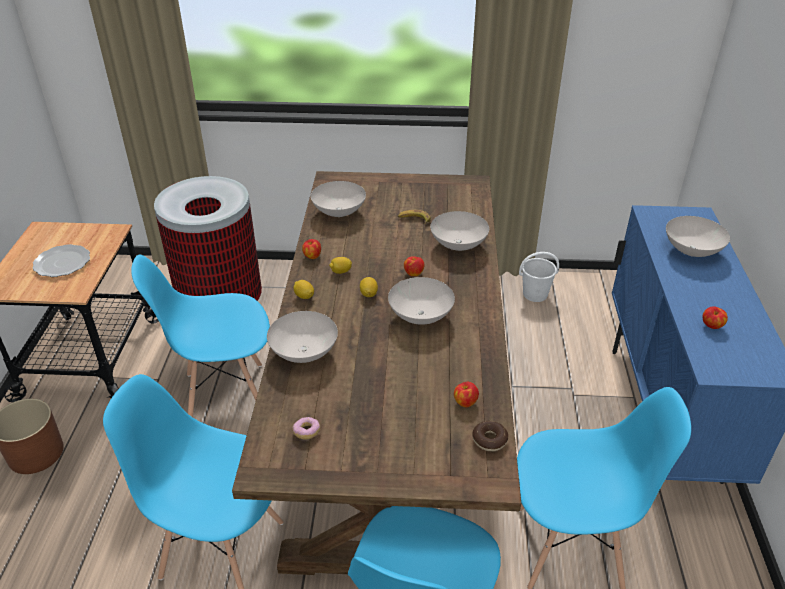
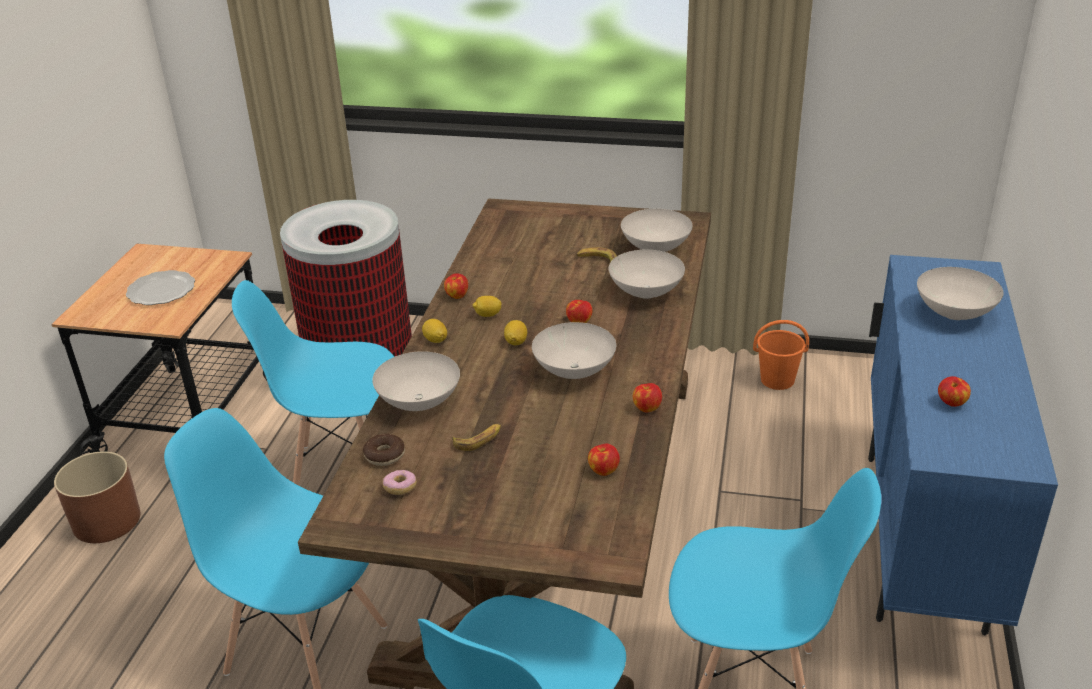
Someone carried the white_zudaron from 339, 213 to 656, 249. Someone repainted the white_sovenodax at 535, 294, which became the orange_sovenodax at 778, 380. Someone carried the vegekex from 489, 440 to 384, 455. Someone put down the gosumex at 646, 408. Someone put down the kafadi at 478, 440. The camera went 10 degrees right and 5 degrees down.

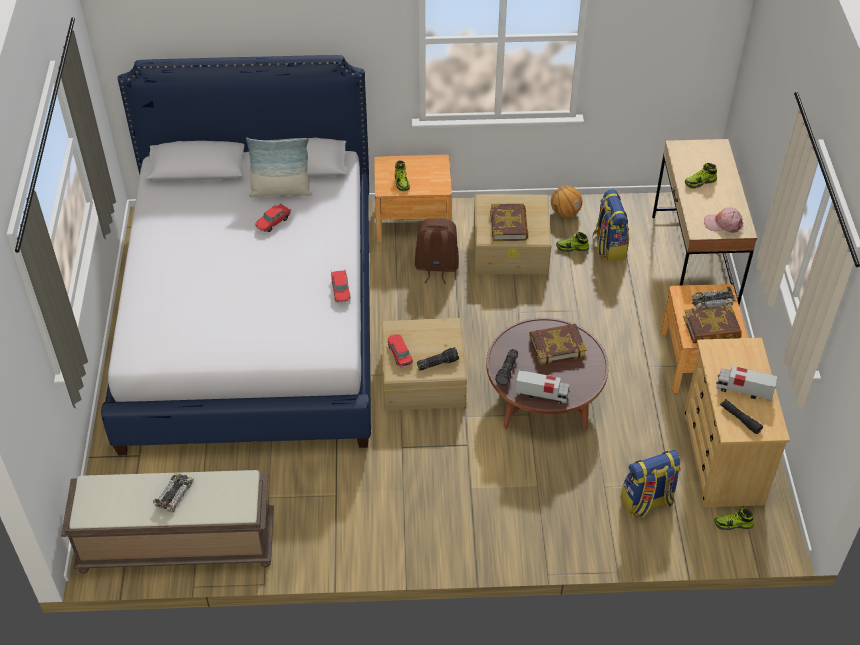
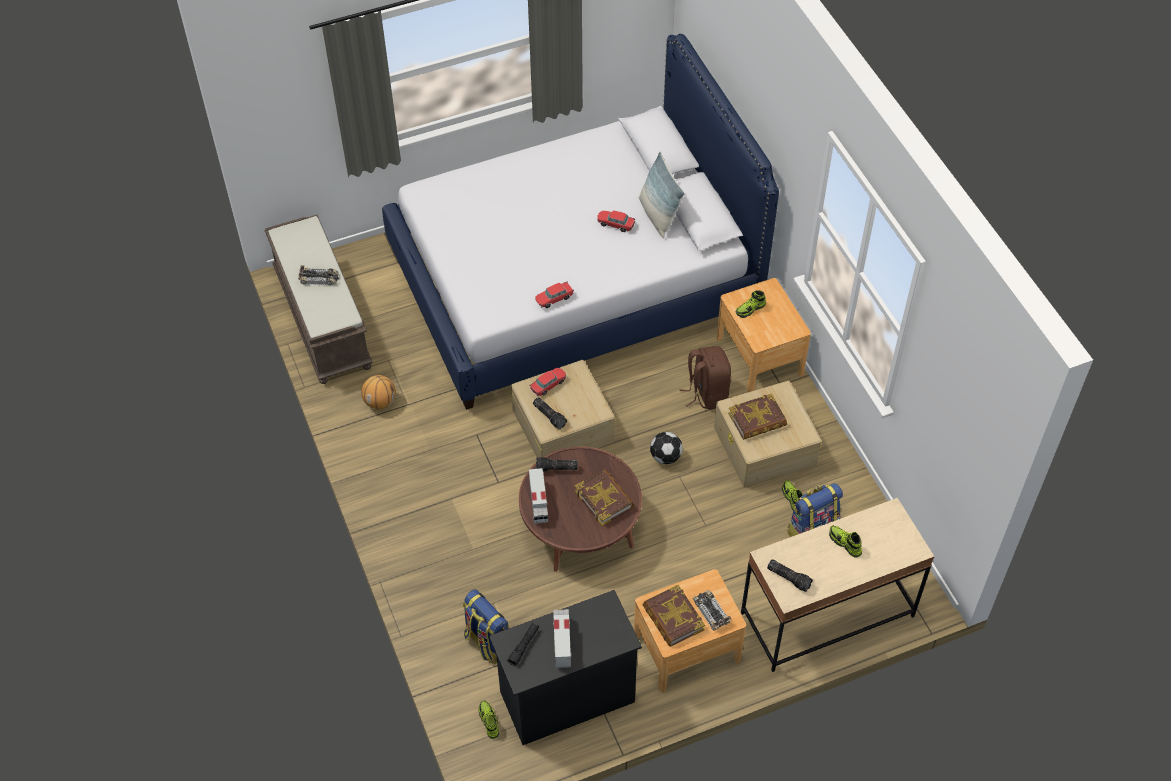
Someone carried the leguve from 565, 213 to 380, 402. Someone swapped the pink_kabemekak at 723, 223 for the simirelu at 789, 577. Someone repainted the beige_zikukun at 722, 458, which became the black_zikukun at 566, 697. Someone put down the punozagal at 665, 457. The camera went 70 degrees right and 5 degrees up.

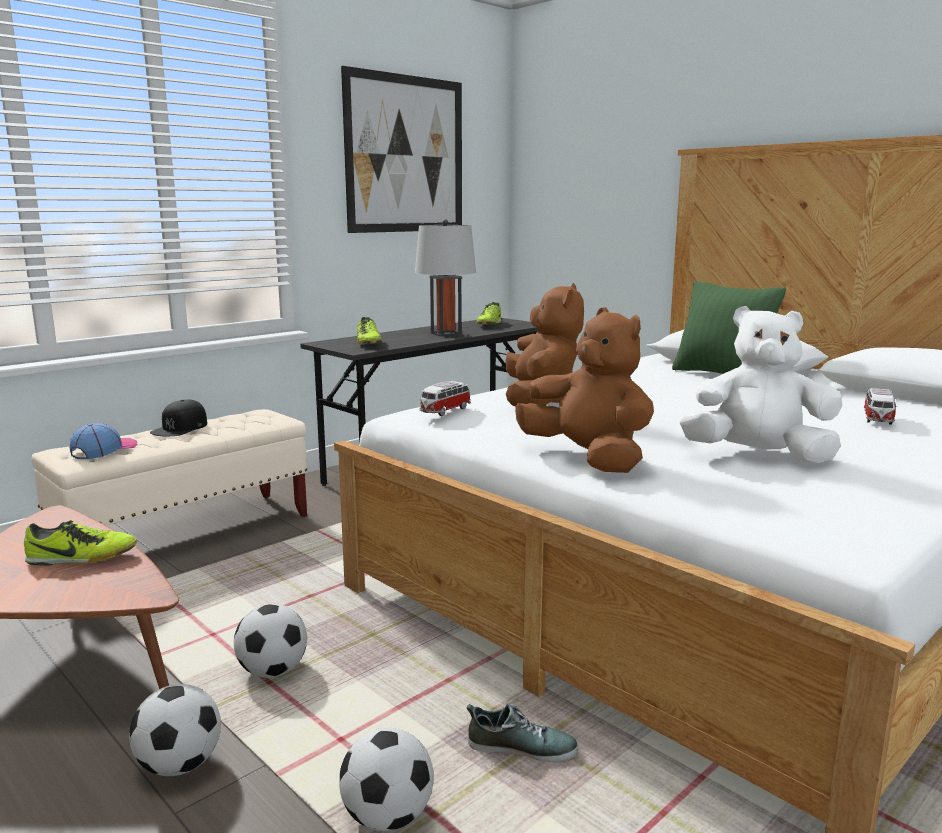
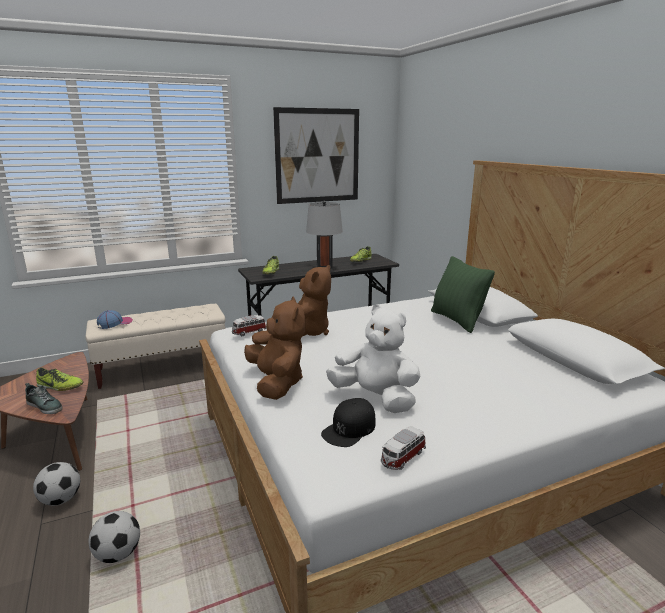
Someone carried the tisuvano from 878, 419 to 402, 458. Someone carried the black_kabemekak from 180, 428 to 349, 429. Someone took away the punozagal at 273, 671. Someone carried the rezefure from 521, 748 to 45, 406. The camera went 20 degrees right and 5 degrees up.

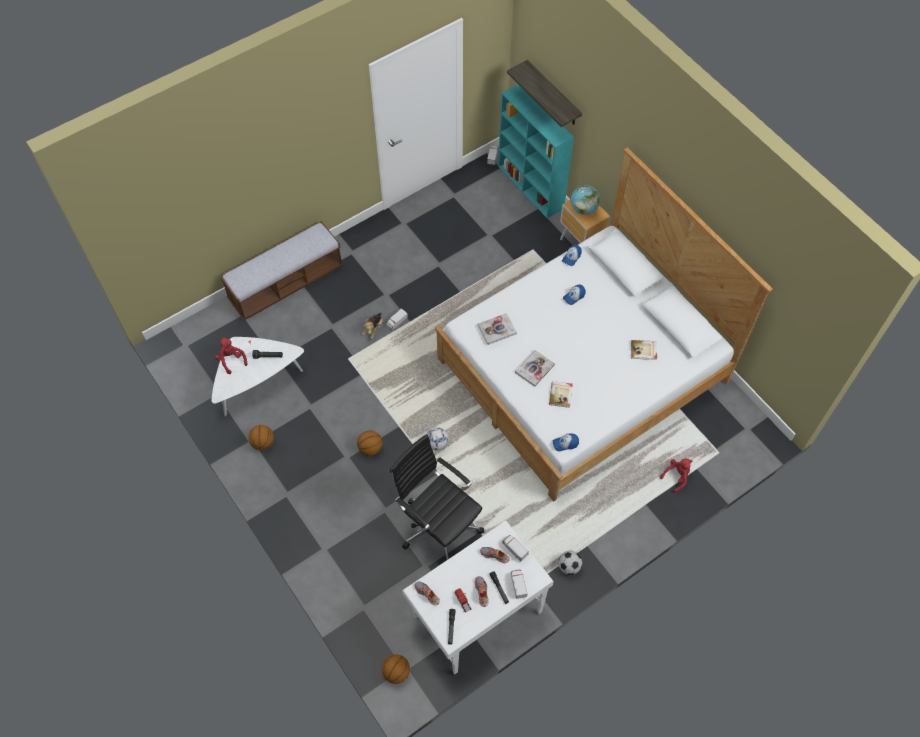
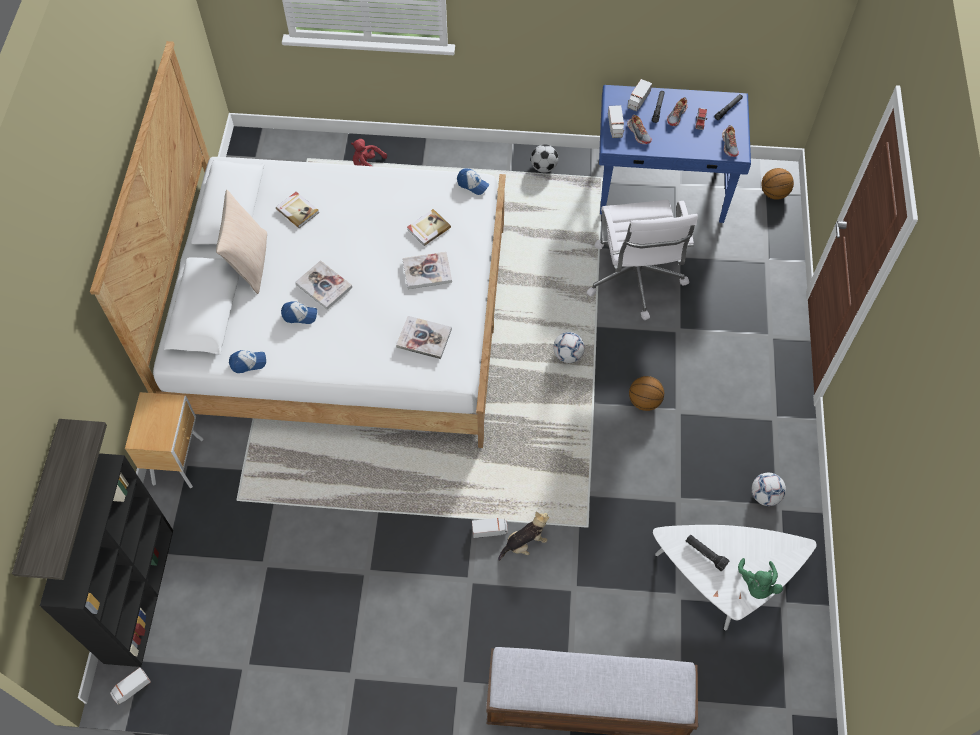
Someone repainted the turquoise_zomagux at 531, 187, which became the black_zomagux at 139, 593. Someone took away the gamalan at 583, 209. Someone repainted the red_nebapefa at 231, 360, which became the green_nebapefa at 757, 584. Someone swapped the leguve at 263, 442 for the punozagal at 765, 495. Someone repainted the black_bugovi at 438, 525, which became the white_bugovi at 635, 279. Someone repainted the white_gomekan at 476, 614, which became the blue_gomekan at 662, 188. Someone put down the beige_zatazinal at 249, 262. Someone put down the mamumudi at 324, 286. The camera went 140 degrees left and 0 degrees up.

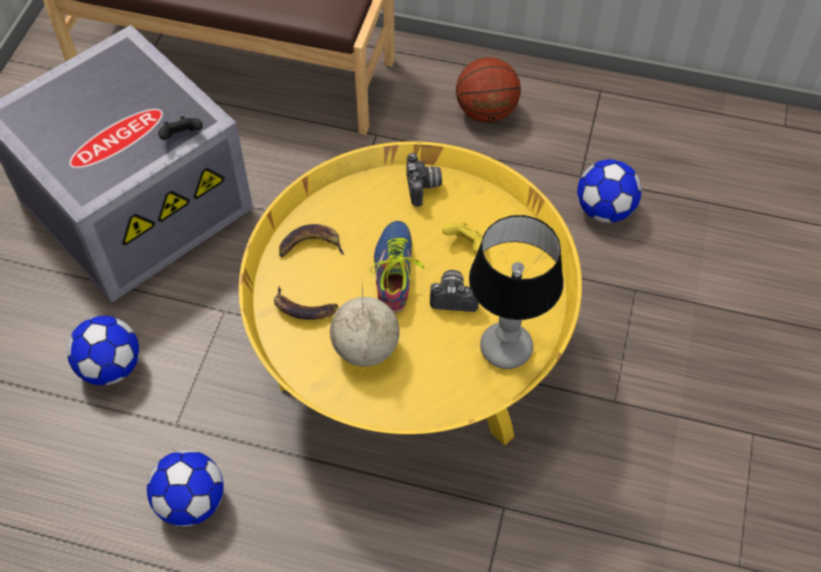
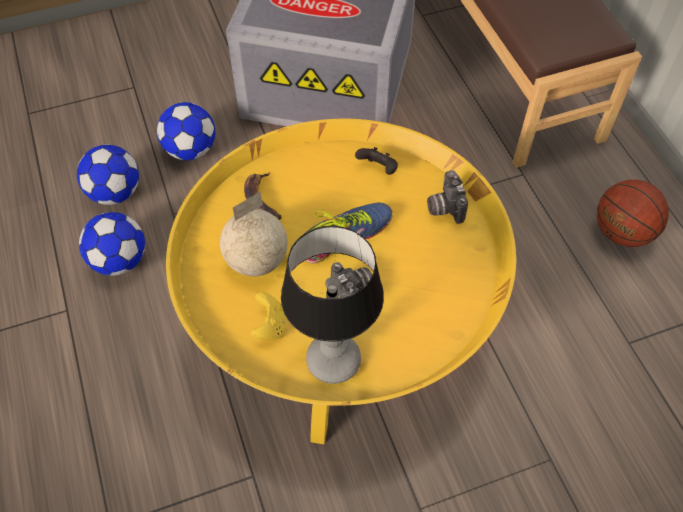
Someone carried the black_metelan from 182, 137 to 378, 169. Someone rotated the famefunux at 424, 187 by 120 degrees clockwise. Someone carried the punozagal from 604, 210 to 115, 193. Someone carried the yellow_metelan from 466, 245 to 270, 325. Someone took away the kafadi at 311, 245. The camera went 55 degrees right and 0 degrees up.

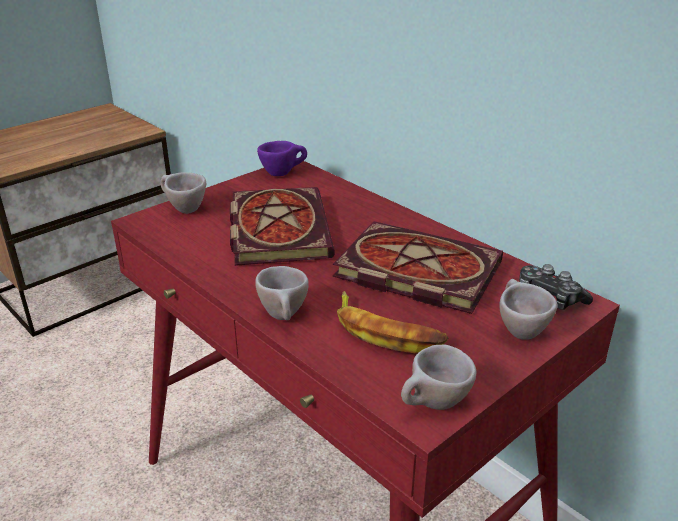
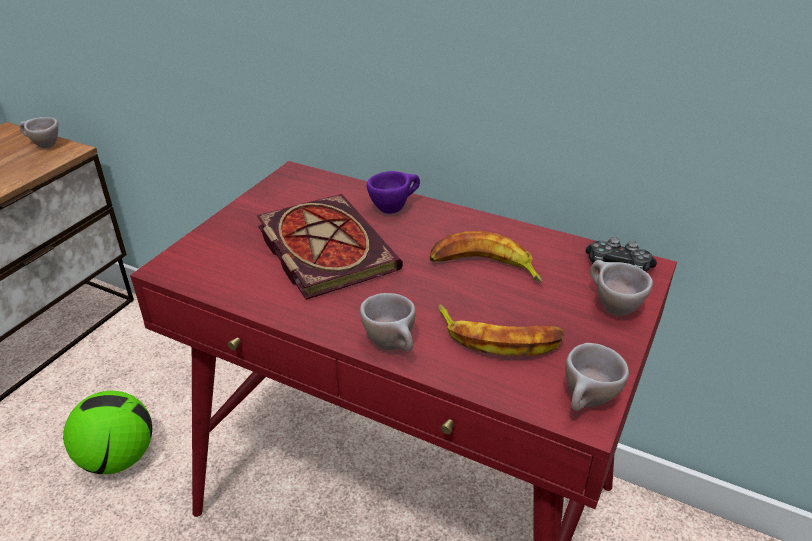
Someone carried the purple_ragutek from 283, 173 to 394, 208. Someone carried the beige_ragutek from 183, 209 to 43, 146. Someone swapped the mamumudi at 413, 271 for the kafadi at 484, 267. Someone put down the punozagal at 119, 458. The camera went 20 degrees left and 5 degrees up.

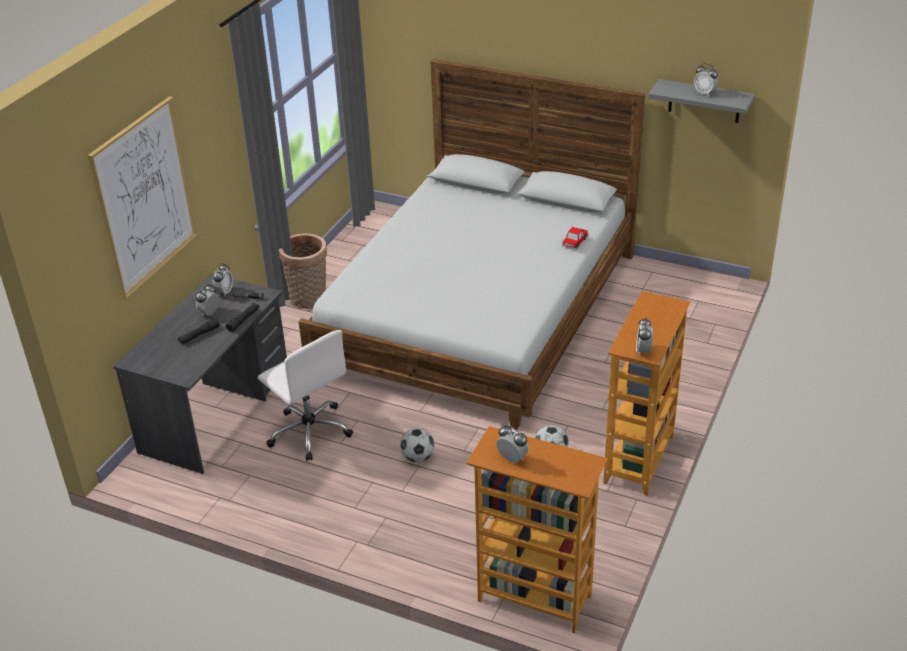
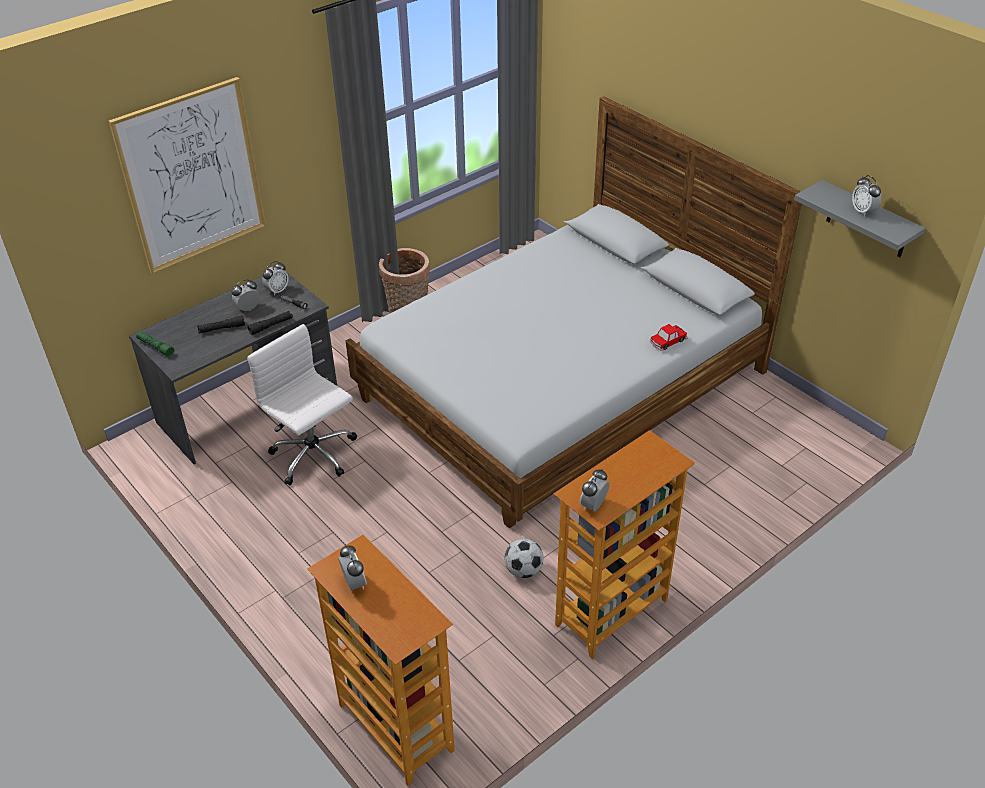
Someone rotated the white_bugovi at 309, 431 by 150 degrees clockwise. Someone took away the punozagal at 418, 457. Someone put down the green_simirelu at 156, 347. The camera went 25 degrees right and 5 degrees up.

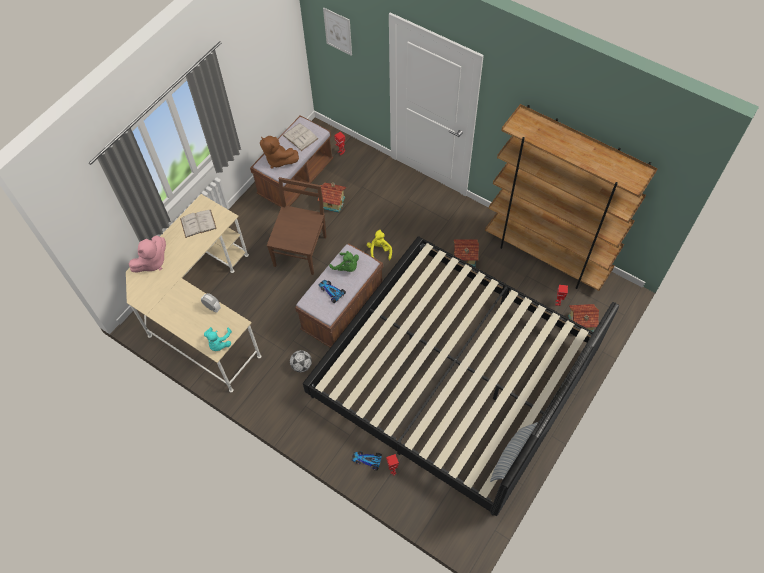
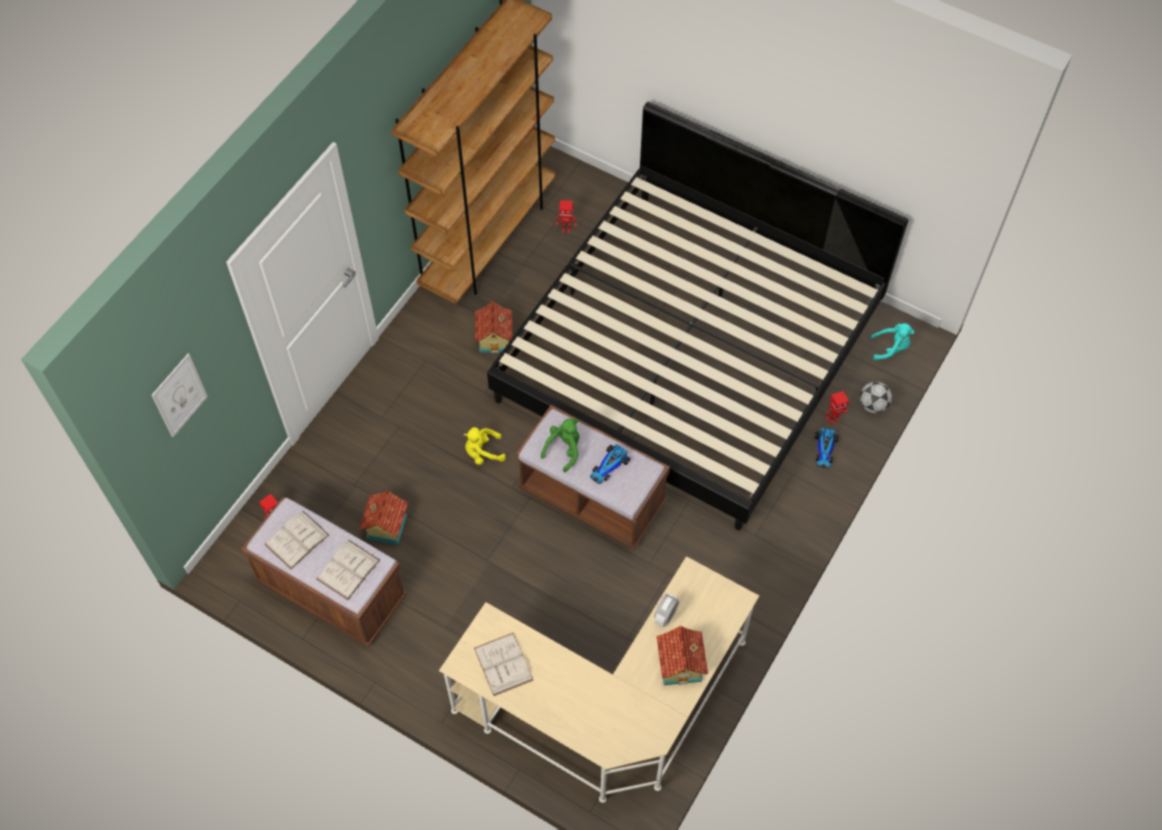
Someone swapped the brown_nebapefa at 278, 160 for the white_mamumudi at 348, 569. Someone took away the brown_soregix at 301, 250. Someone took away the pink_nebapefa at 152, 262. Someone carried the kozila from 580, 324 to 681, 664. Someone carried the turquoise_nebapefa from 219, 343 to 891, 348. Someone carried the punozagal from 301, 365 to 873, 405. Someone took away the zatazinal at 511, 457. The camera went 95 degrees left and 0 degrees up.

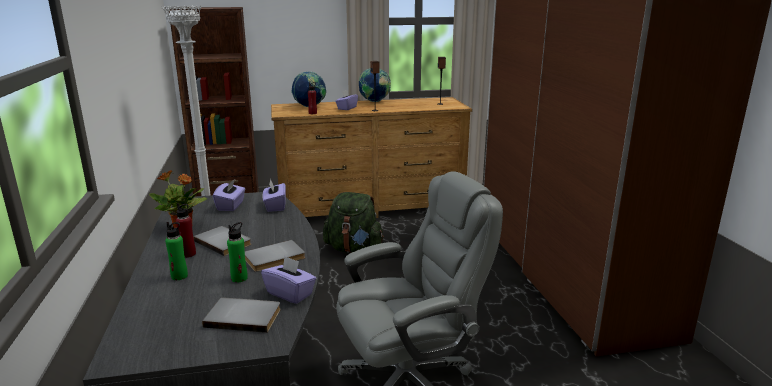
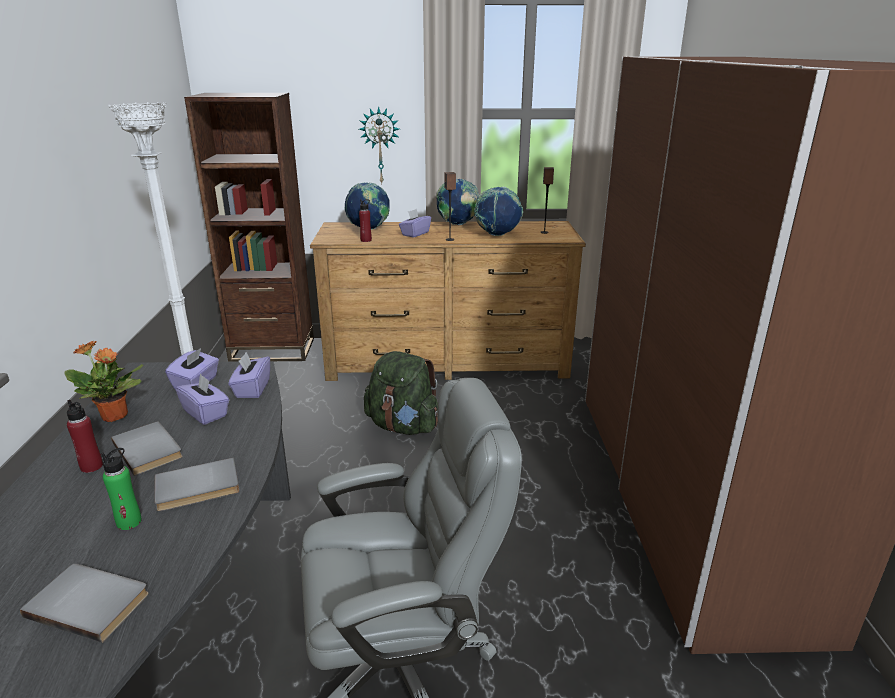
Someone took away the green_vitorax at 179, 276. Someone carried the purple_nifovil from 290, 293 to 206, 413. Someone put up the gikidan at 380, 146. Someone put down the gamalan at 497, 235. The camera went 10 degrees right and 5 degrees up.

